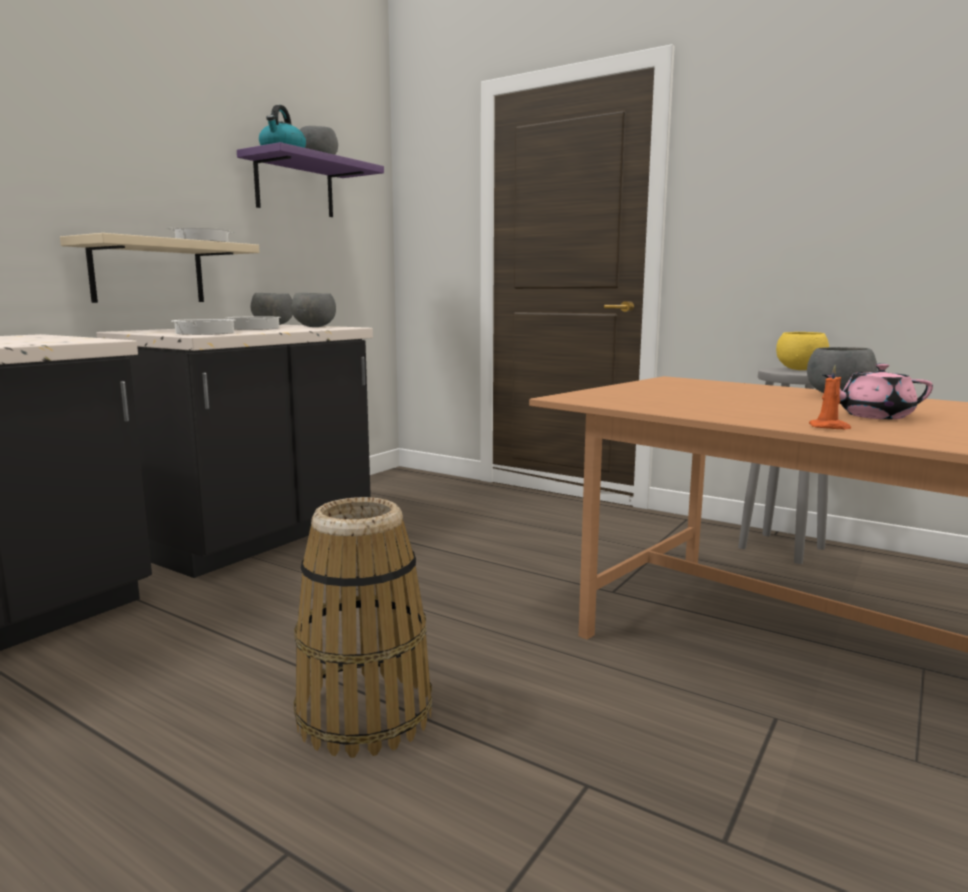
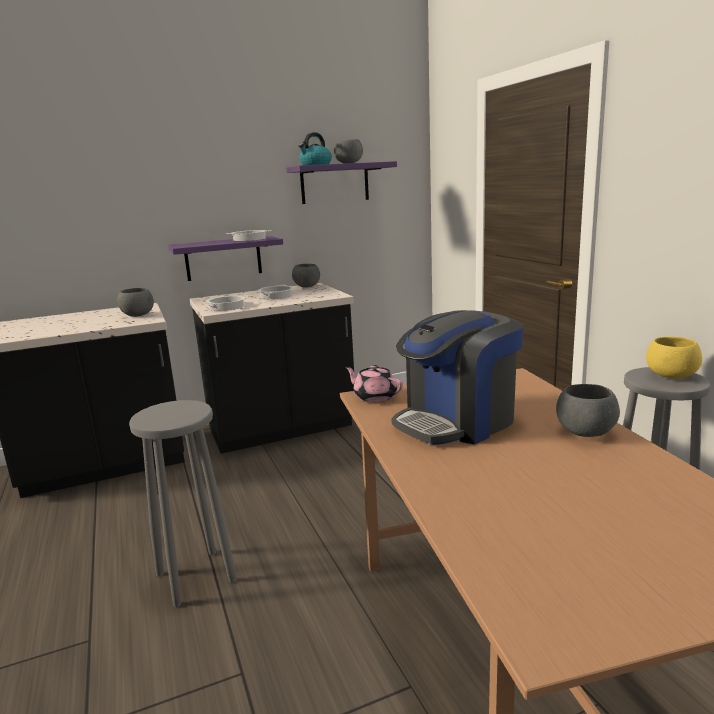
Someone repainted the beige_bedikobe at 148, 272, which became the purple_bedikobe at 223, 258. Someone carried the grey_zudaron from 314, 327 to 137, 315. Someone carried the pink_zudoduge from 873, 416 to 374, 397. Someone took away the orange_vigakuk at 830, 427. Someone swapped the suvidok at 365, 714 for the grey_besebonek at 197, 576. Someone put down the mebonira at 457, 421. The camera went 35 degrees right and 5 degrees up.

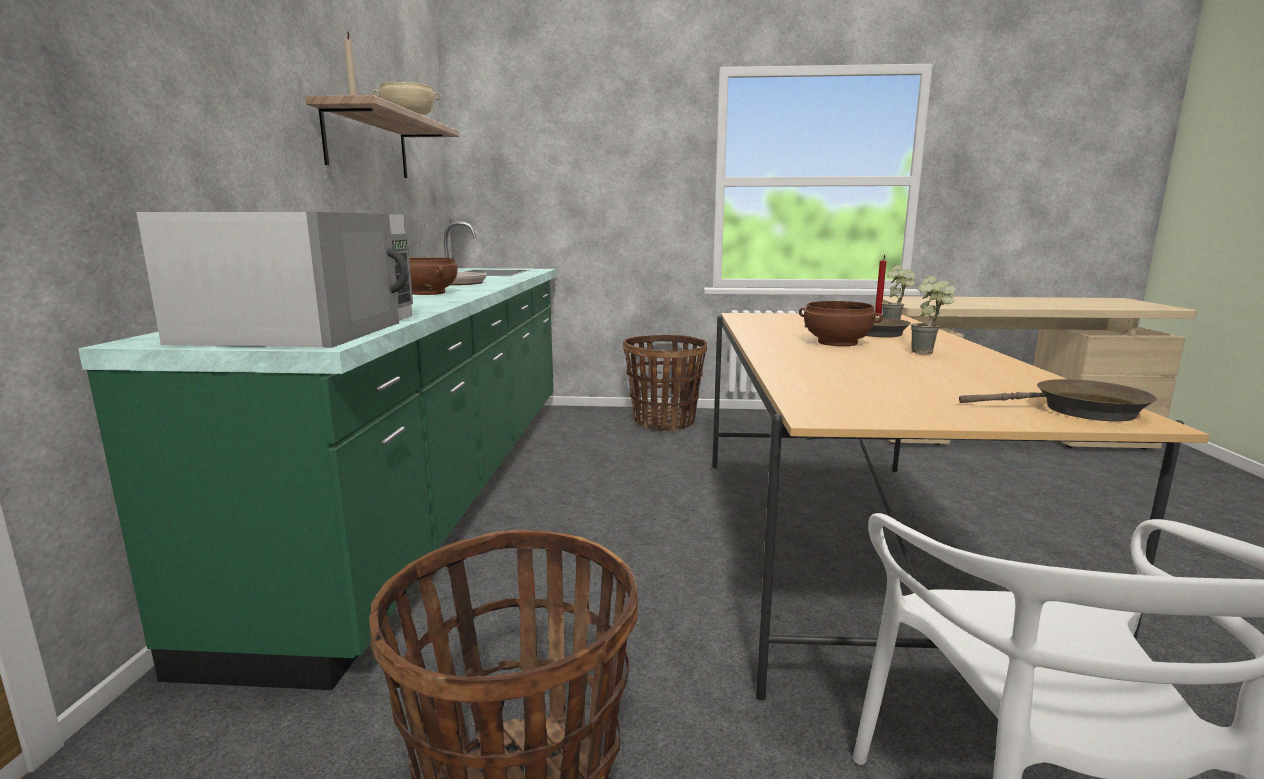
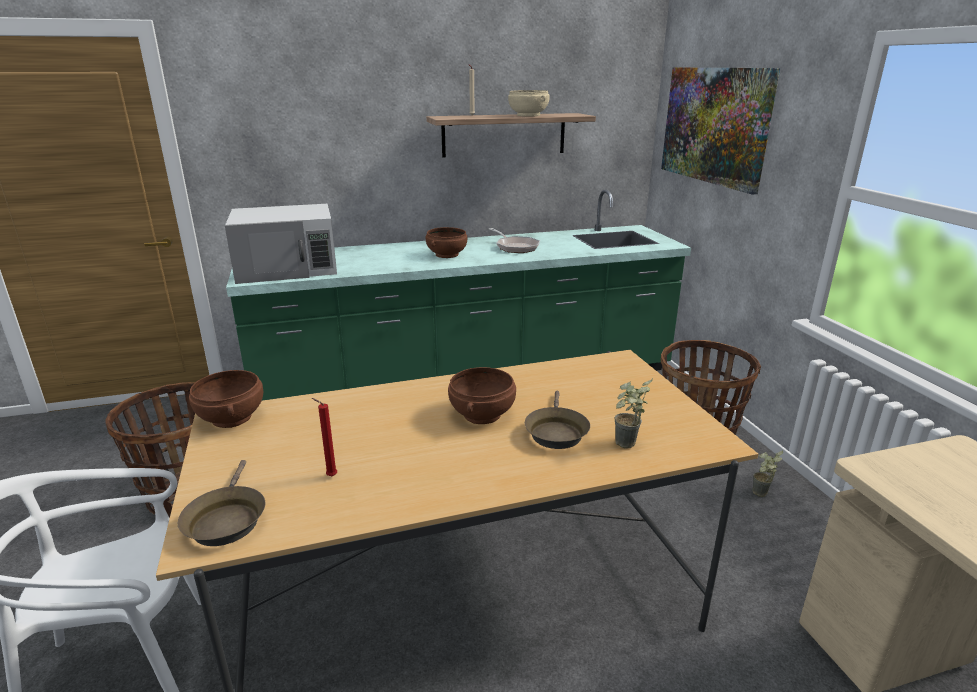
Someone carried the red_vigakuk from 877, 316 to 330, 476. Someone carried the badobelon from 929, 353 to 761, 495. Someone put up the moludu at 714, 125. Someone put down the brown_zudaron at 232, 417. The camera went 70 degrees right and 10 degrees up.

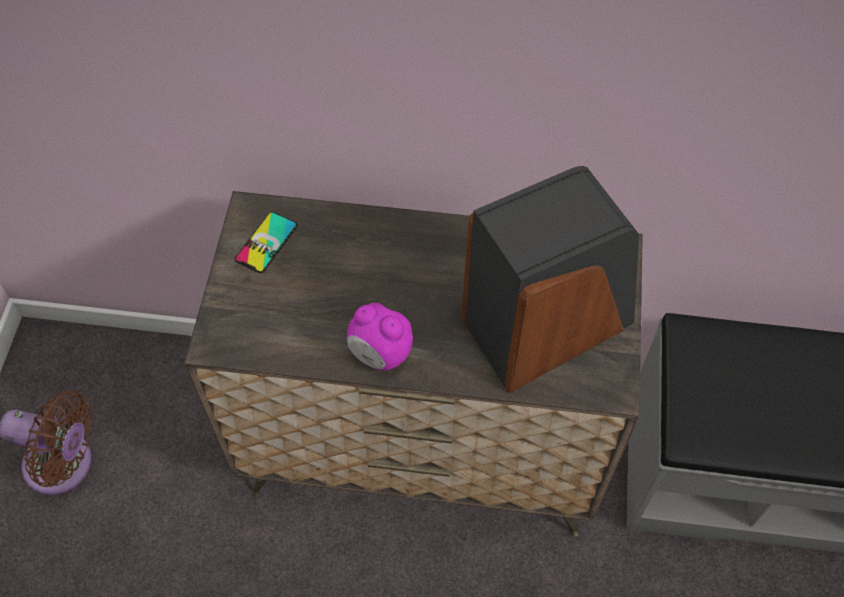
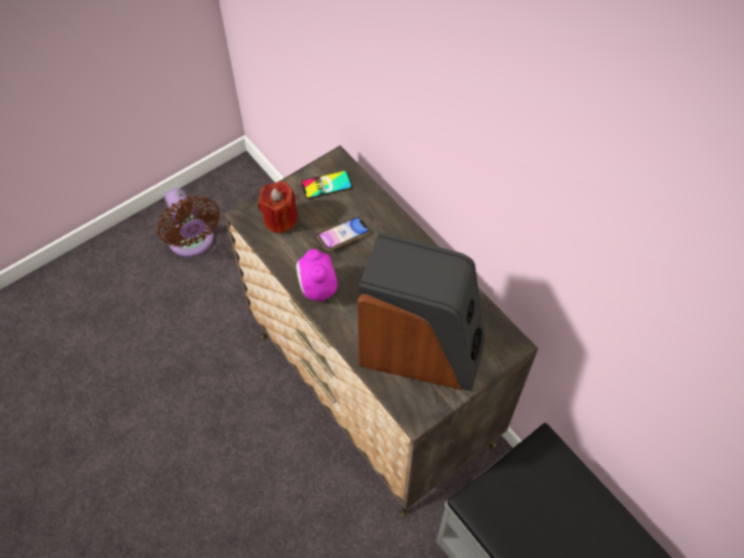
Someone put down the red_vigakuk at 280, 219. Someone put down the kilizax at 343, 235. The camera went 45 degrees right and 0 degrees up.

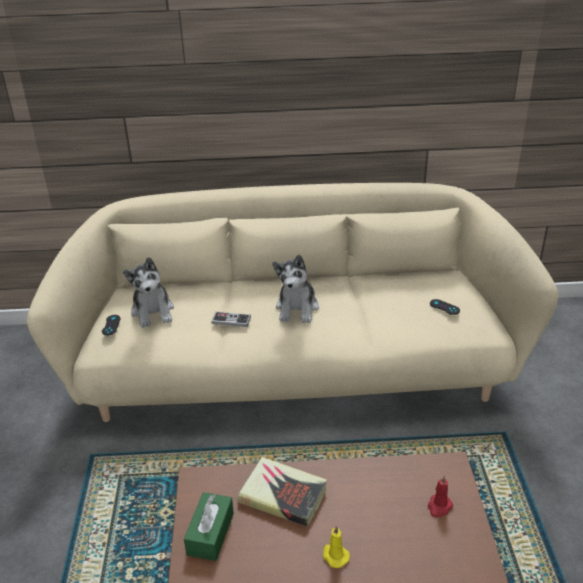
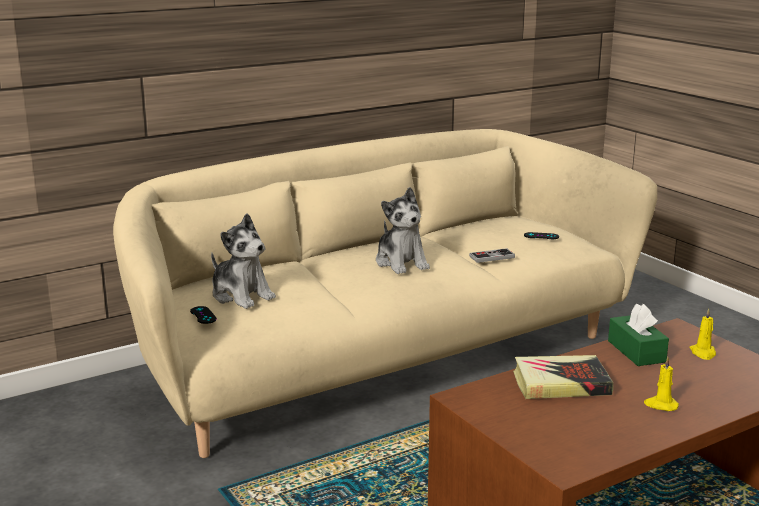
Someone carried the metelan from 231, 320 to 492, 257. Someone repainted the red_vigakuk at 439, 507, which became the yellow_vigakuk at 703, 353. Someone carried the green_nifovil from 210, 533 to 636, 351. The camera went 30 degrees left and 15 degrees down.

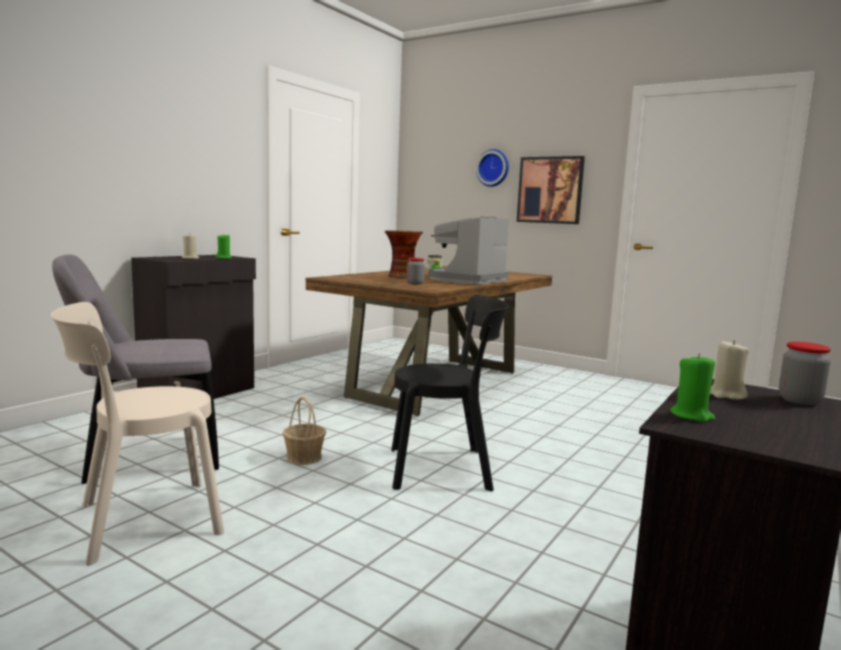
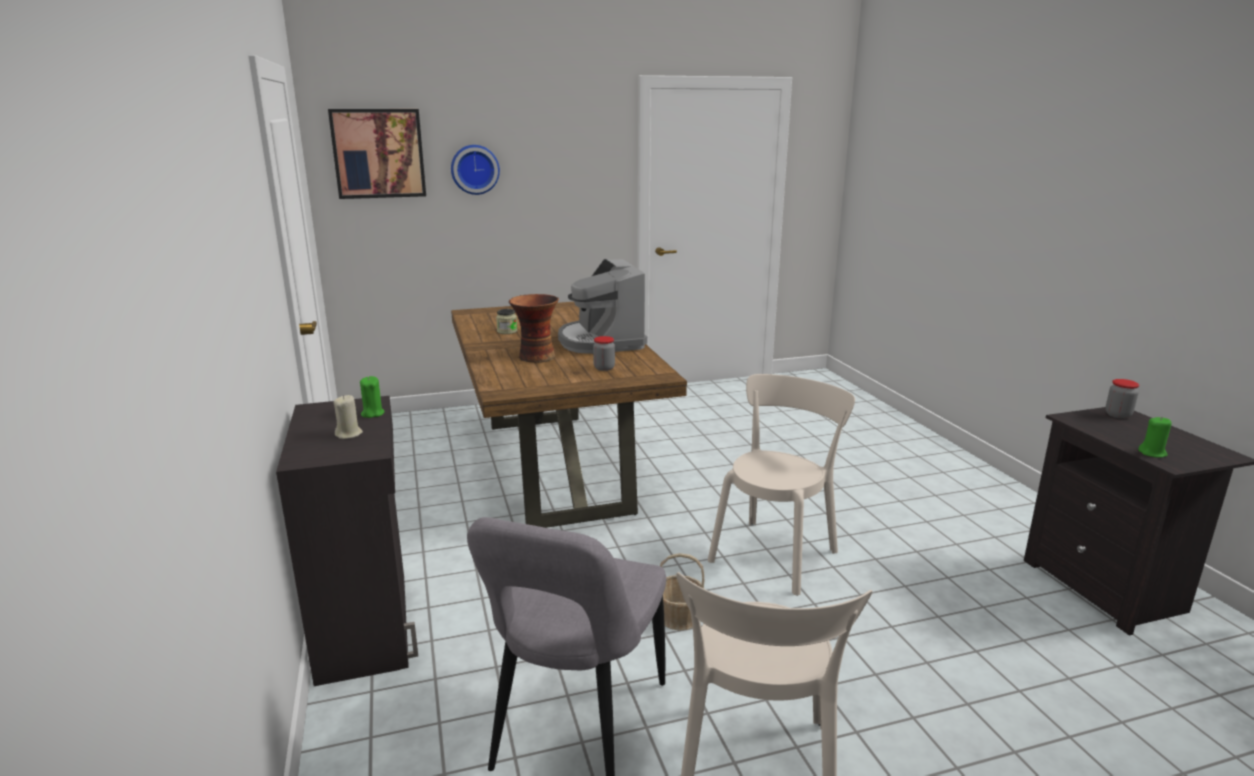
Someone carried the moludu from 550, 190 to 378, 153. Someone repainted the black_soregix at 445, 469, which became the beige_soregix at 775, 553. Someone took away the beige_vigakuk at 726, 395. The camera went 50 degrees left and 10 degrees up.

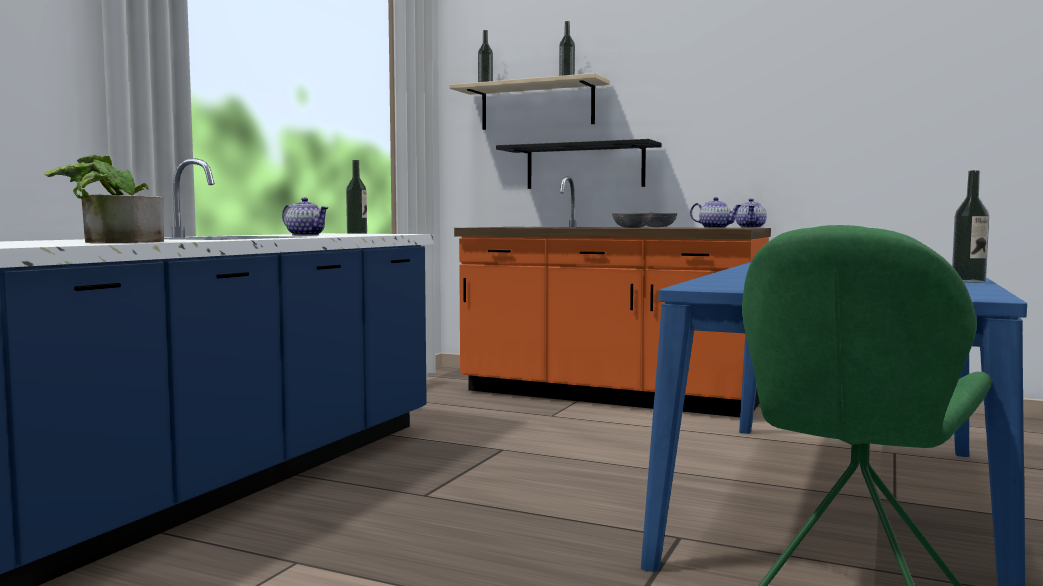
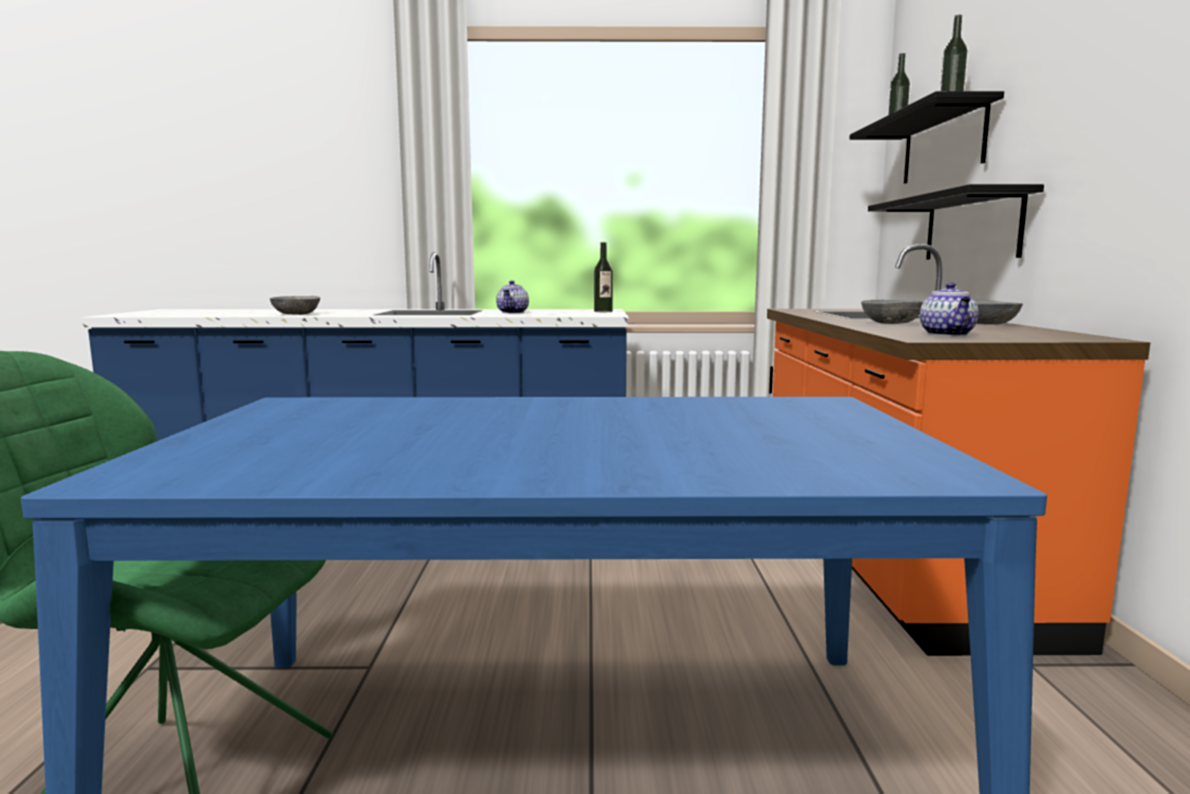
Someone repainted the beige_bedikobe at 537, 106, which became the black_bedikobe at 943, 145. Someone swapped the badobelon at 113, 242 for the grey_zudaron at 296, 314. Someone took away the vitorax at 968, 281. Someone took away the zudoduge at 751, 227. The camera went 65 degrees right and 5 degrees up.

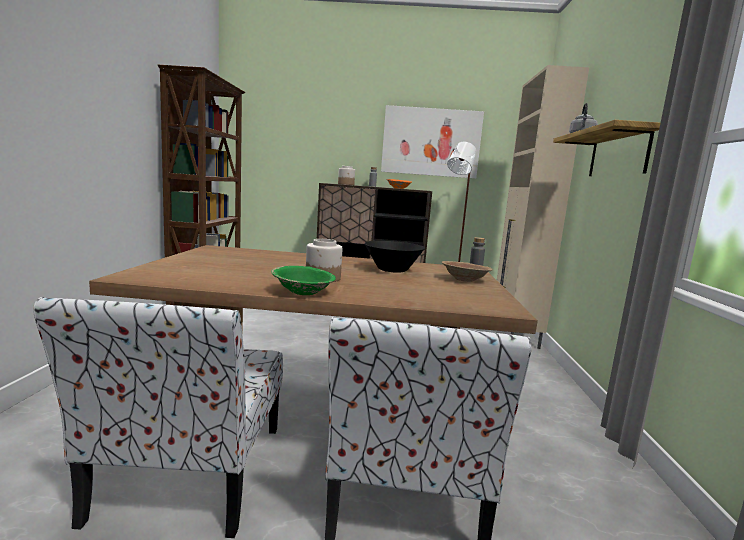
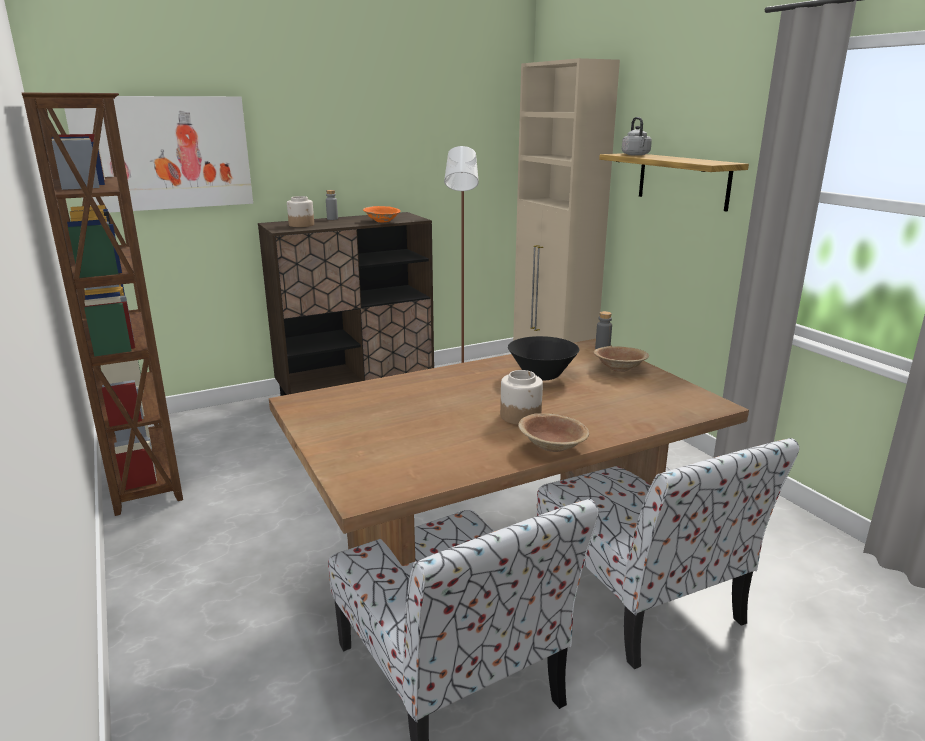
Someone carried the moludu from 431, 142 to 164, 153. Someone repainted the green_zudaron at 303, 292, which became the brown_zudaron at 552, 446. The camera went 30 degrees left and 10 degrees up.

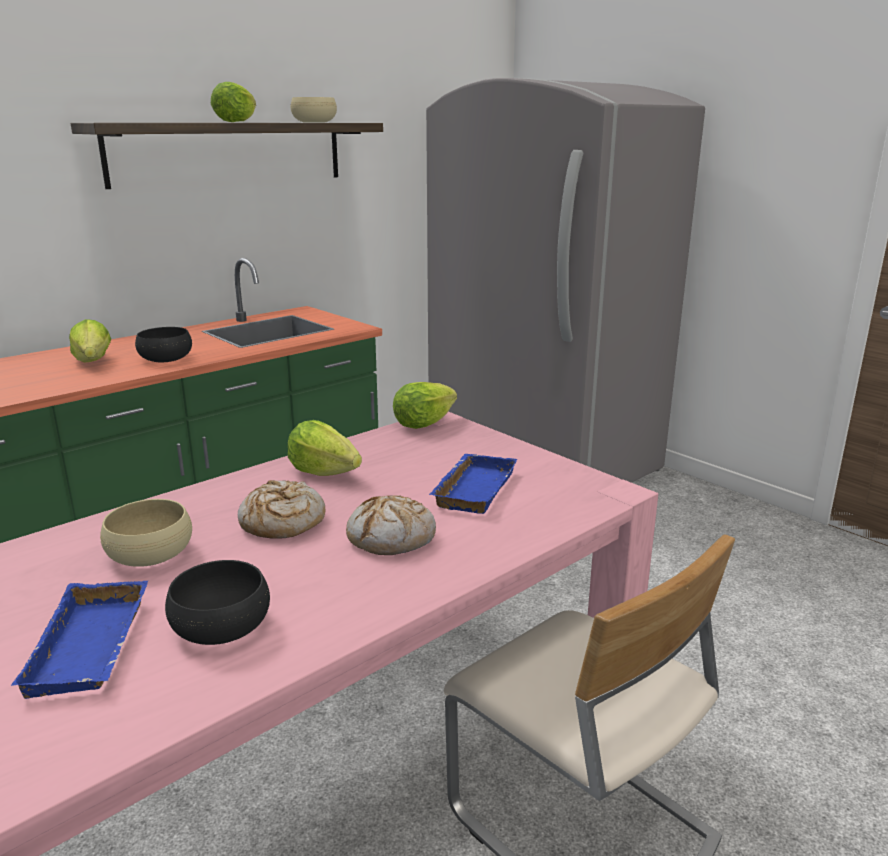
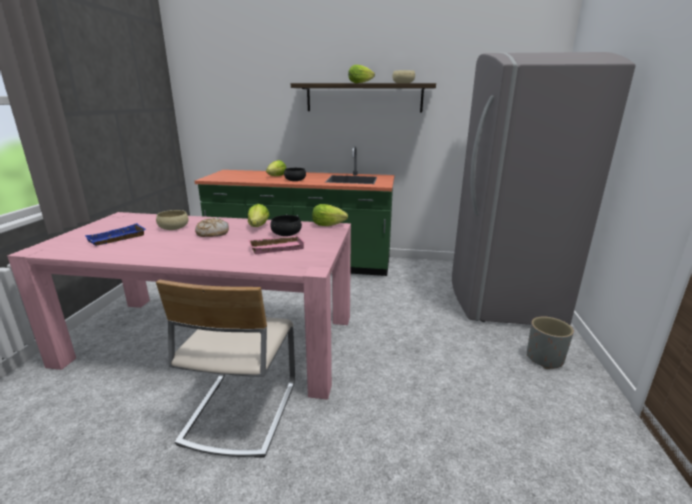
Someone repainted the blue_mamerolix at 472, 488, which became the pink_mamerolix at 277, 247. Someone took away the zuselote at 392, 537. Someone carried the black_zudaron from 221, 626 to 286, 233. Someone put down the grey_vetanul at 544, 359. The camera went 50 degrees right and 0 degrees up.

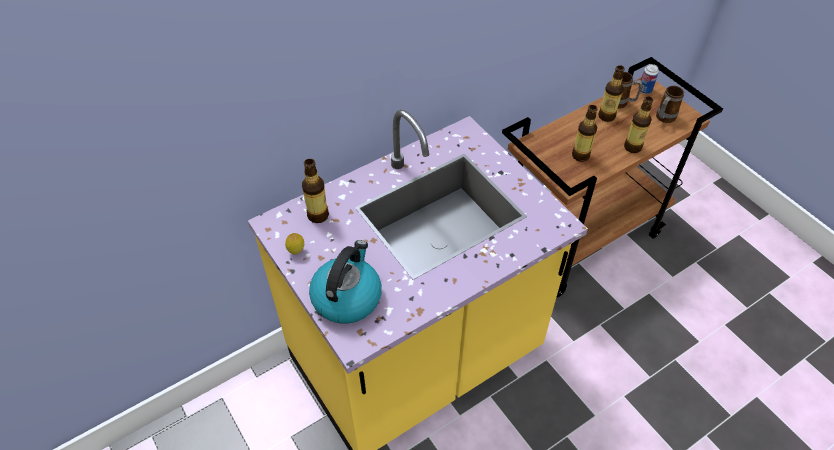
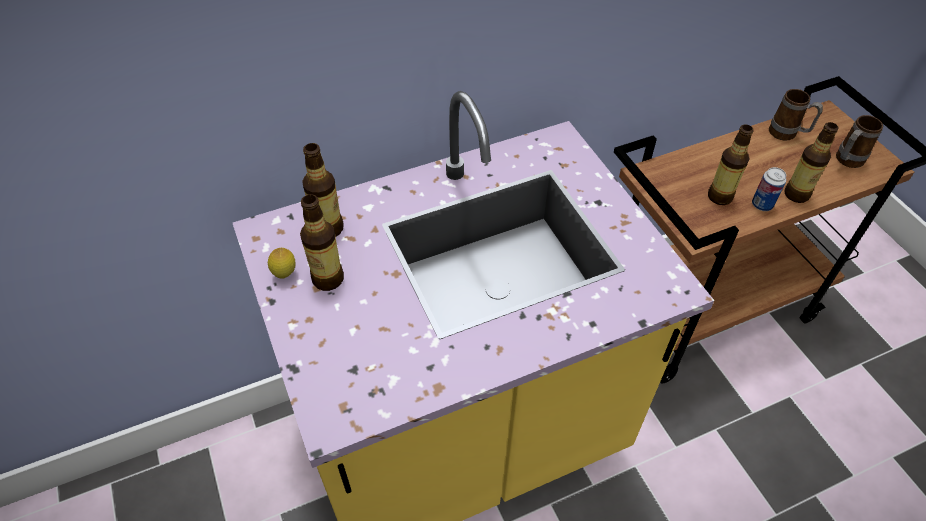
Someone carried the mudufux from 645, 90 to 762, 205. Someone carried the vitorax from 606, 116 to 328, 279. Someone took away the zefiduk at 347, 297. The camera went 10 degrees right and 0 degrees up.

